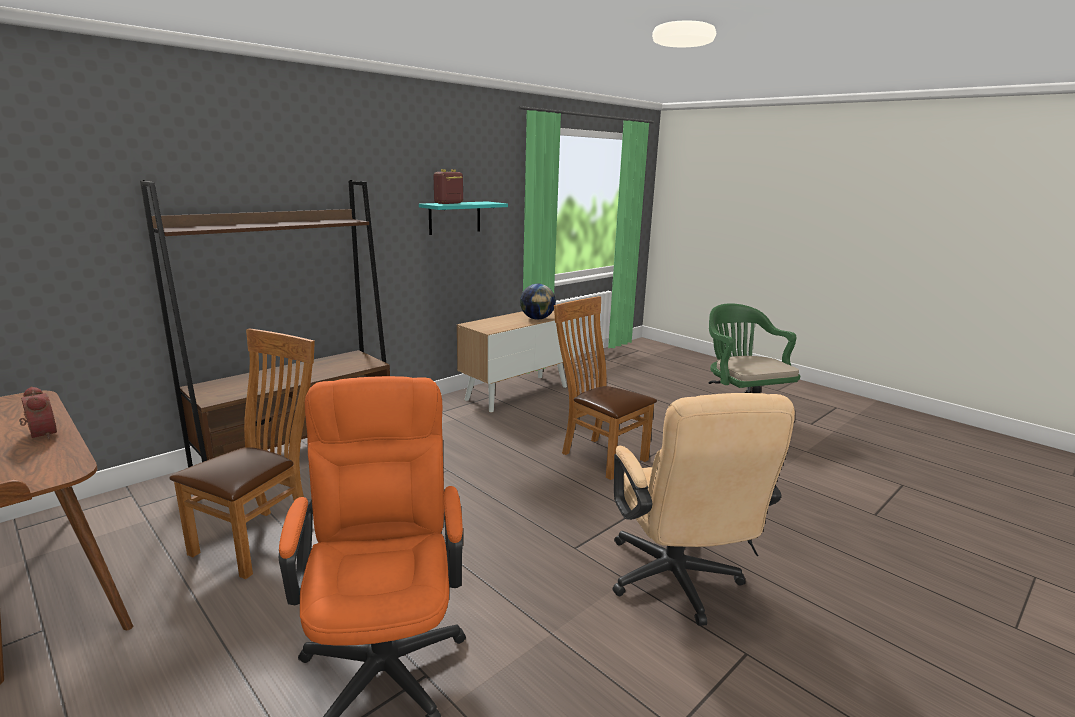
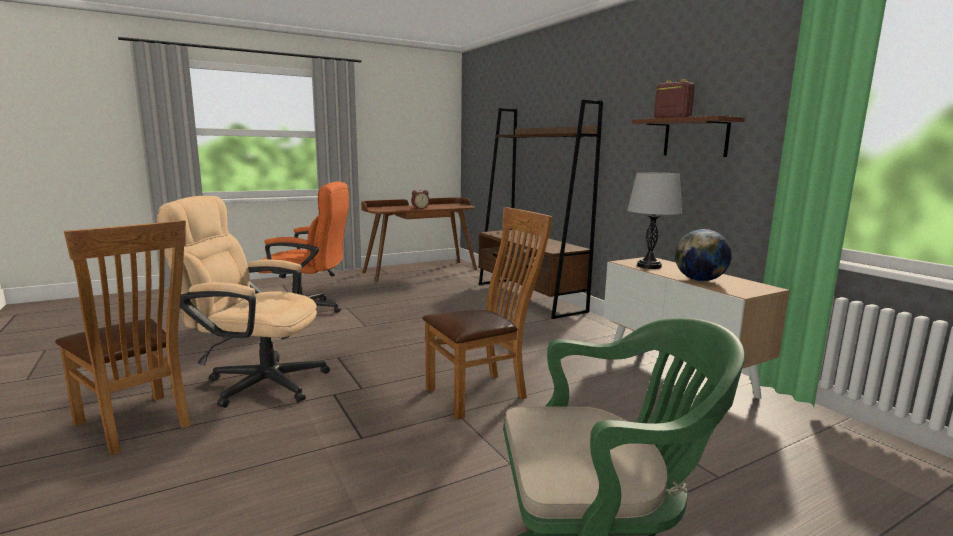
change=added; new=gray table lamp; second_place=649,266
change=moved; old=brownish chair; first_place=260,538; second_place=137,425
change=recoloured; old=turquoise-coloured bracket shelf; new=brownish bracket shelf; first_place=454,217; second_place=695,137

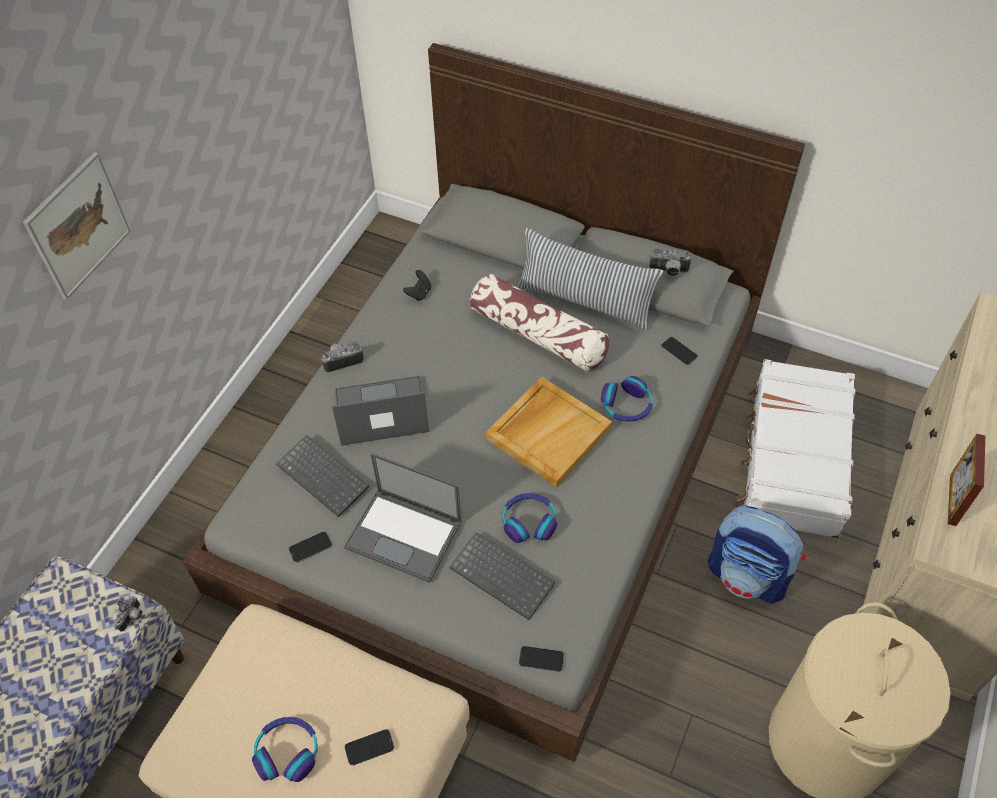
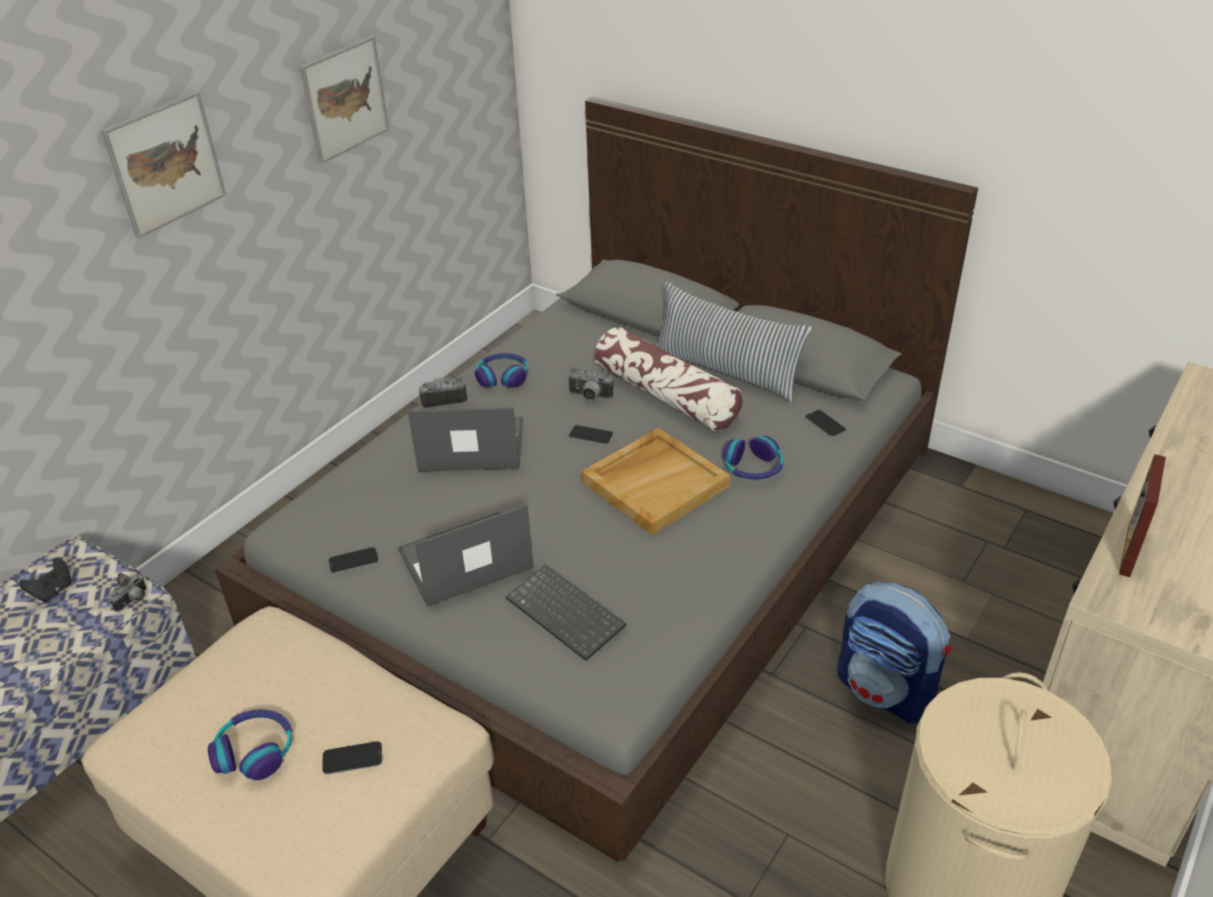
change=removed; old=PC keyboard; first_place=325,476
change=removed; old=whitish travel case; first_place=793,458
change=added; new=picture; second_place=345,99
change=moved; old=black gamepad; first_place=419,293; second_place=53,591
change=moved; old=pair of headphones; first_place=529,522; second_place=503,377
change=moved; old=phone; first_place=541,659; second_place=590,436
change=moved; old=photo camera; first_place=669,272; second_place=589,397
change=turned; old=portable computer; first_place=405,534; second_place=464,560; degrees=120

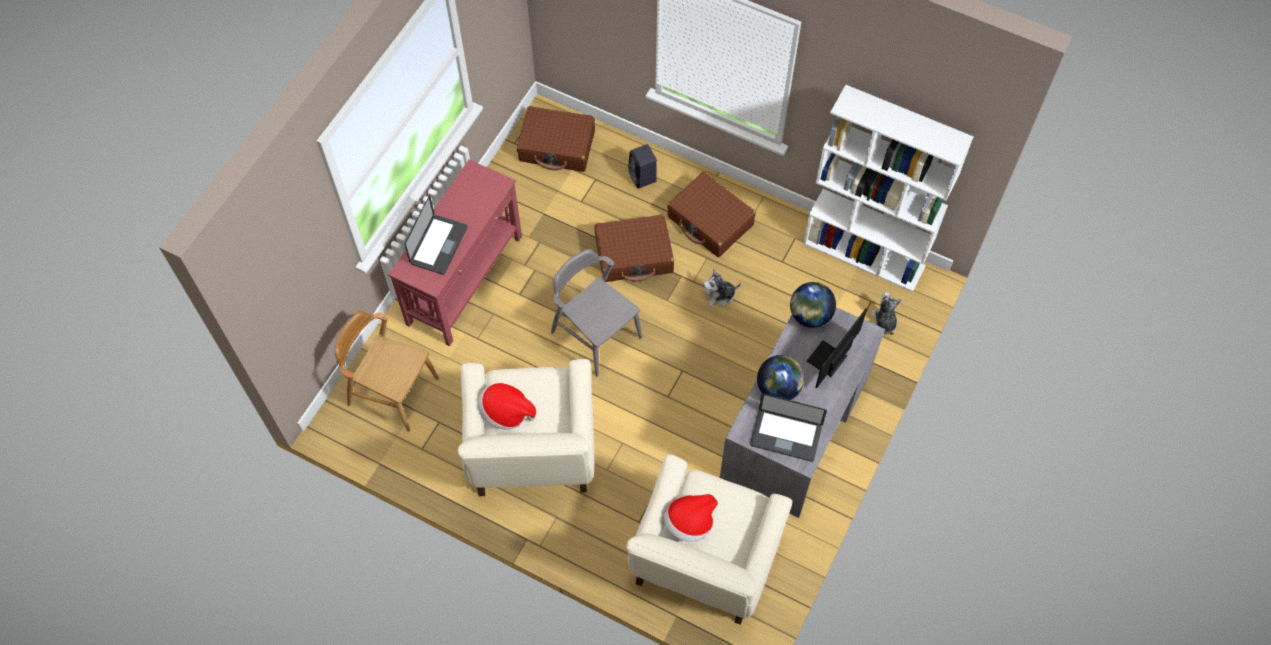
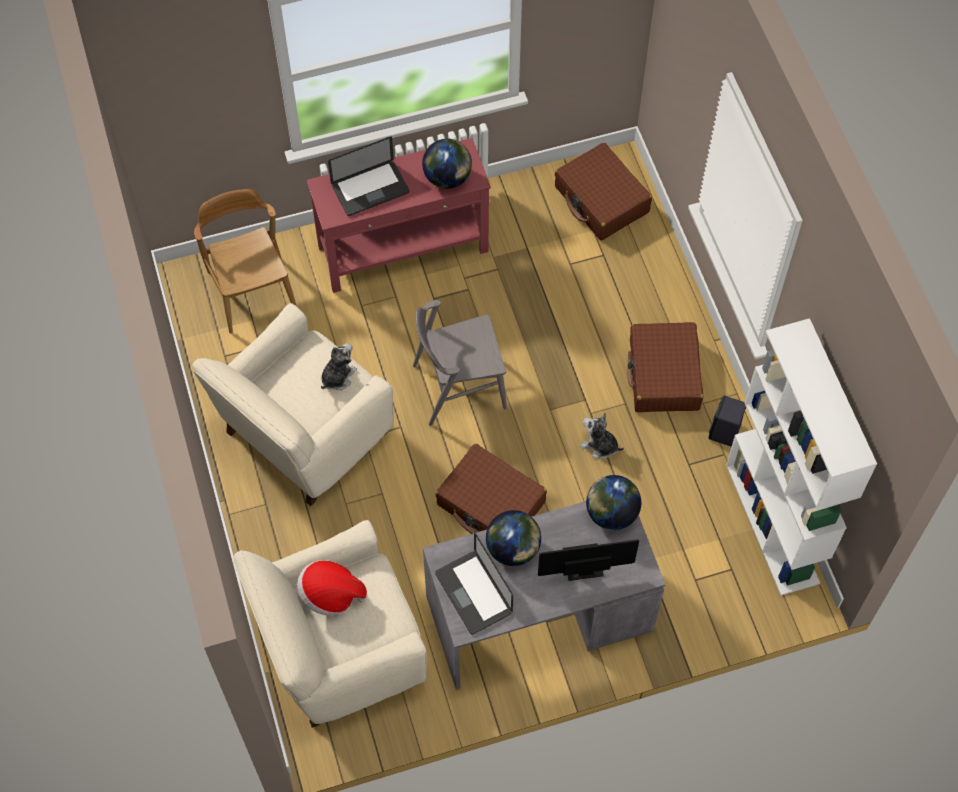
change=removed; old=hat; first_place=506,412
change=added; new=desk globe; second_place=447,178
change=moved; old=brownish travel case; first_place=634,255; second_place=491,504
change=moved; old=black loudspeaker; first_place=643,177; second_place=724,432
change=moved; old=cuddly toy; first_place=884,322; second_place=337,376
change=turned; old=gray chair; first_place=596,334; second_place=458,386; degrees=-105

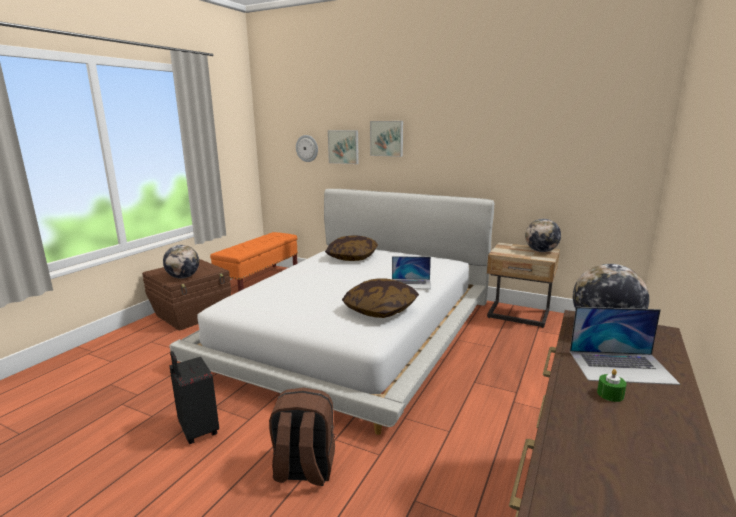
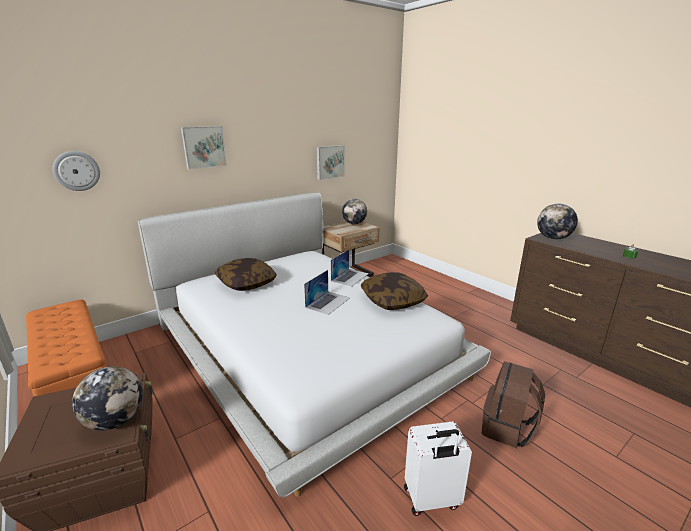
change=moved; old=picture; first_place=344,146; second_place=329,162
change=moved; old=portable computer; first_place=621,367; second_place=328,302
change=recoloured; old=black travel case; new=whitish travel case; first_place=197,431; second_place=431,499

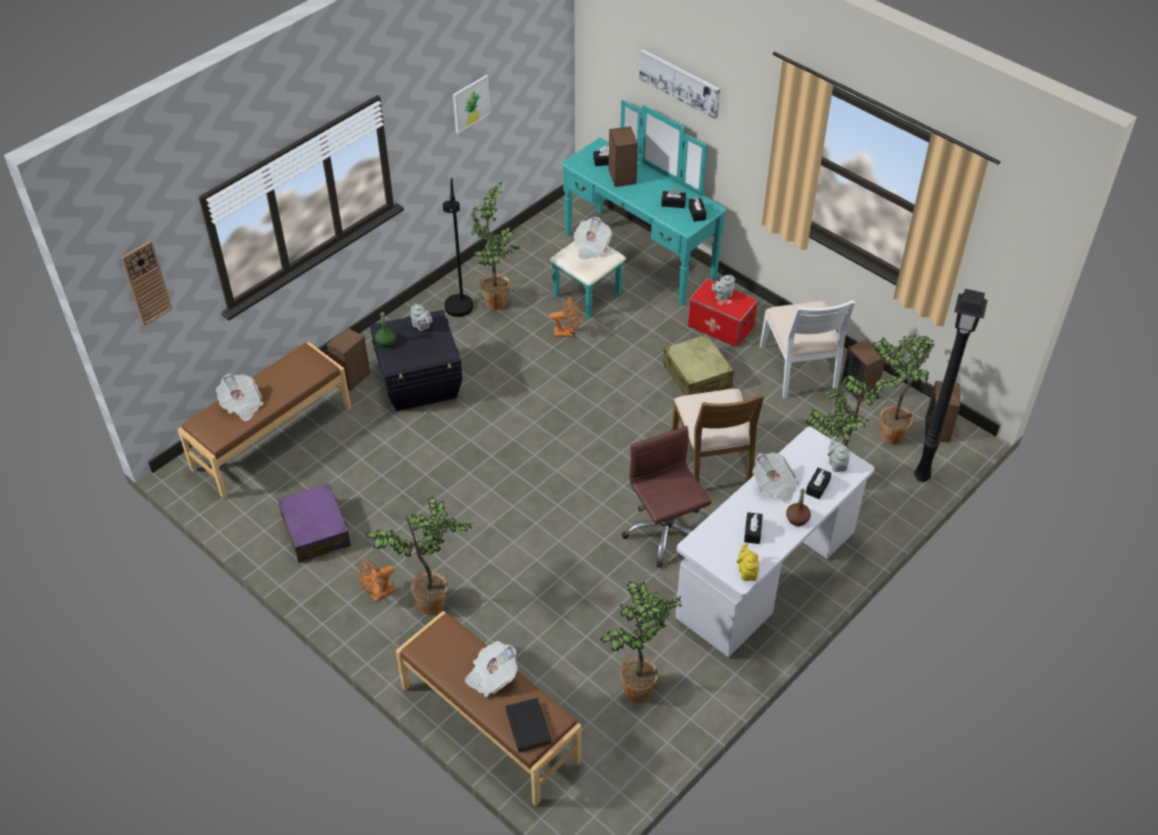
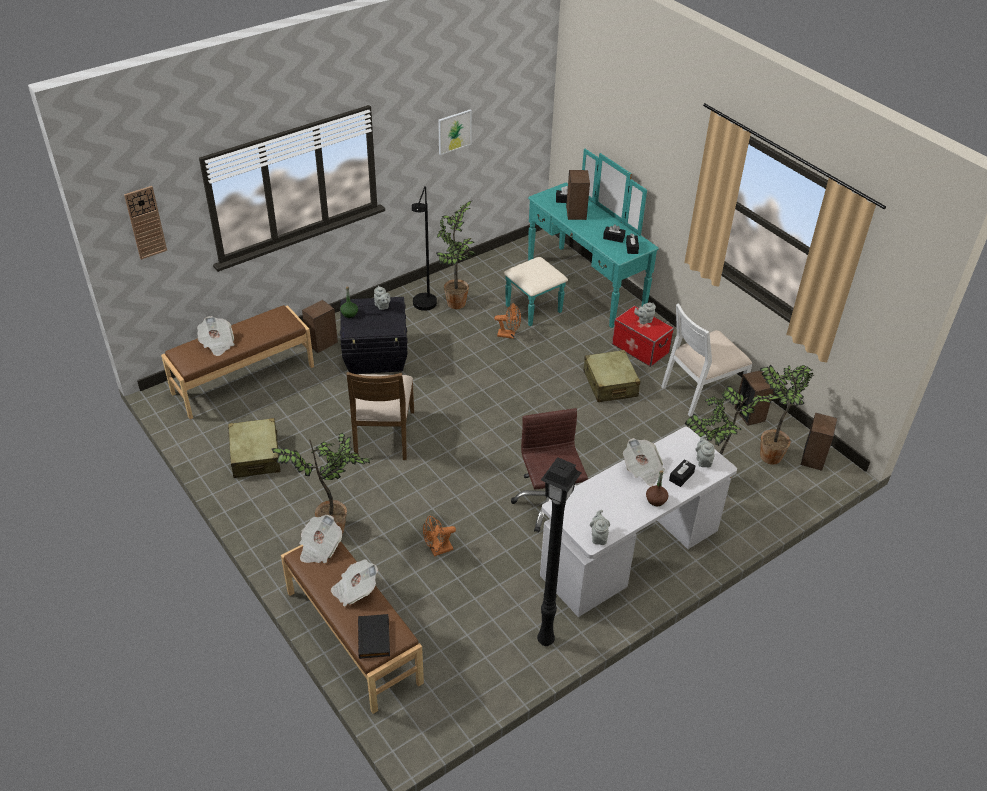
change=removed; old=plant in a pot; first_place=639,686
change=removed; old=picture; first_place=680,82
change=removed; old=black tissue box; first_place=752,532
change=moved; old=orange electric fan; first_place=378,594; second_place=438,550
change=moved; old=newspaper; first_place=591,247; second_place=319,548
change=moved; old=brownish chair; first_place=712,459; second_place=383,435
change=moved; old=black standing lamp; first_place=920,477; second_place=544,640
change=recoloured; old=purplish travel case; new=beige travel case; first_place=316,530; second_place=255,455
change=recoloured; old=yellow-coloured teapot; new=gray teapot; first_place=747,572; second_place=598,537
change=turned; old=whitish chair; first_place=800,368; second_place=701,391; degrees=60

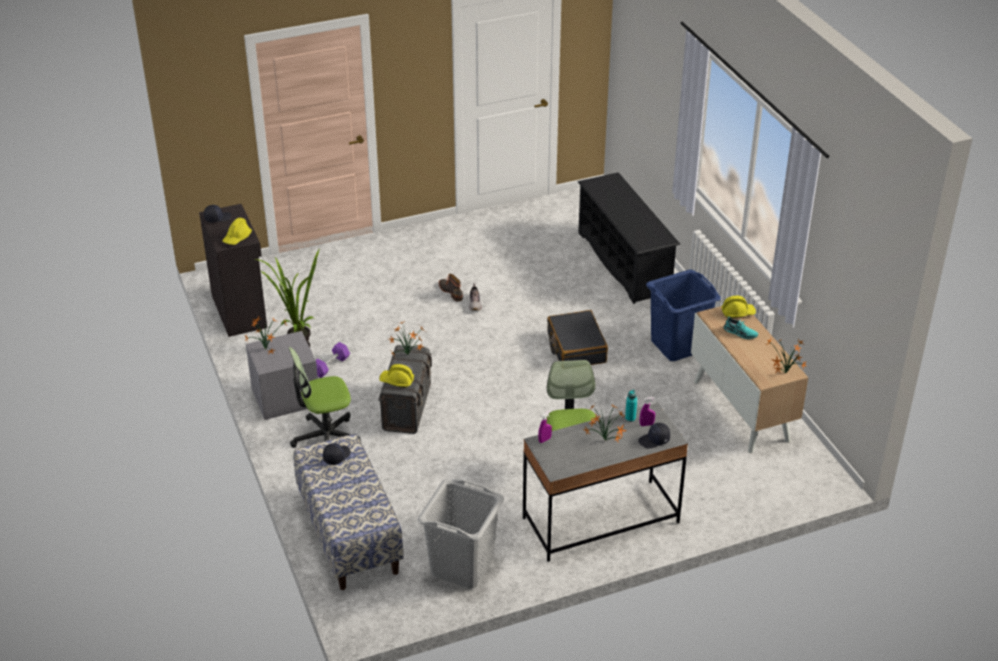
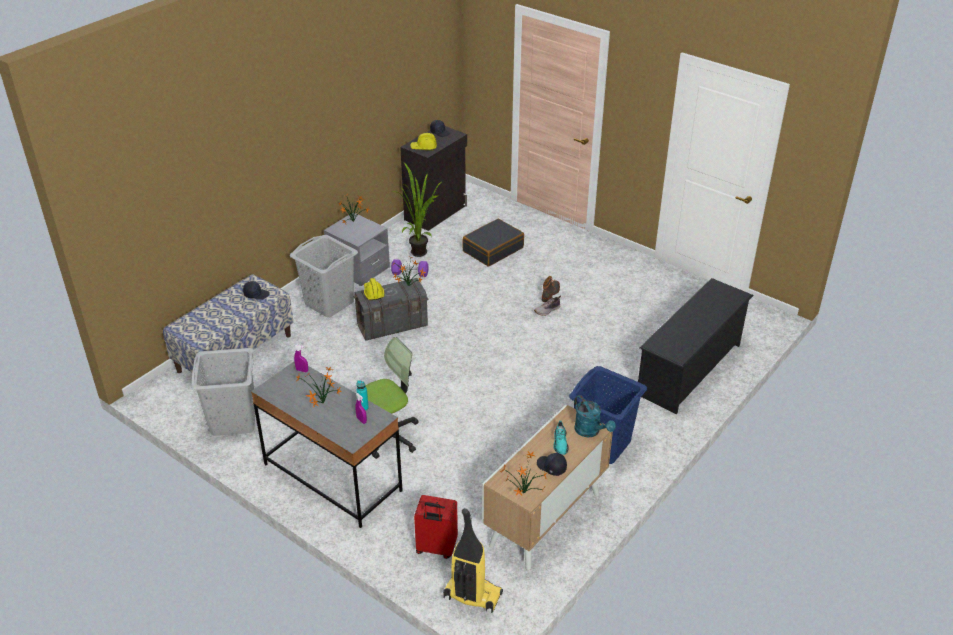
change=added; new=reddish travel case; second_place=436,548
change=added; new=vacuum cleaner; second_place=471,596
change=moved; old=black travel case; first_place=576,348; second_place=493,249
change=moved; old=black baseball cap; first_place=654,440; second_place=551,467
change=replaced; old=computer chair; new=gray washing basket; first_place=326,438; second_place=329,303
change=replaced; old=yellow-coloured safety helmet; new=turquoise-coloured watering can; first_place=737,313; second_place=590,431

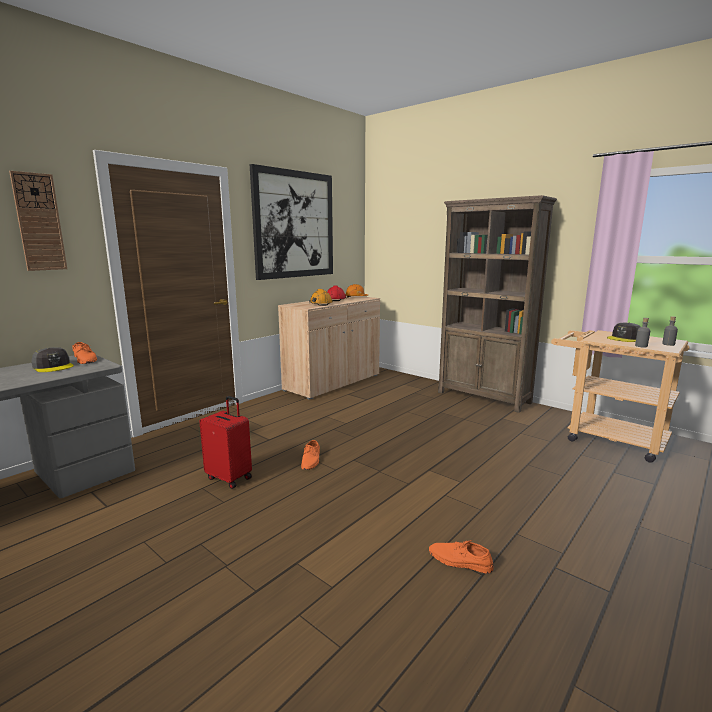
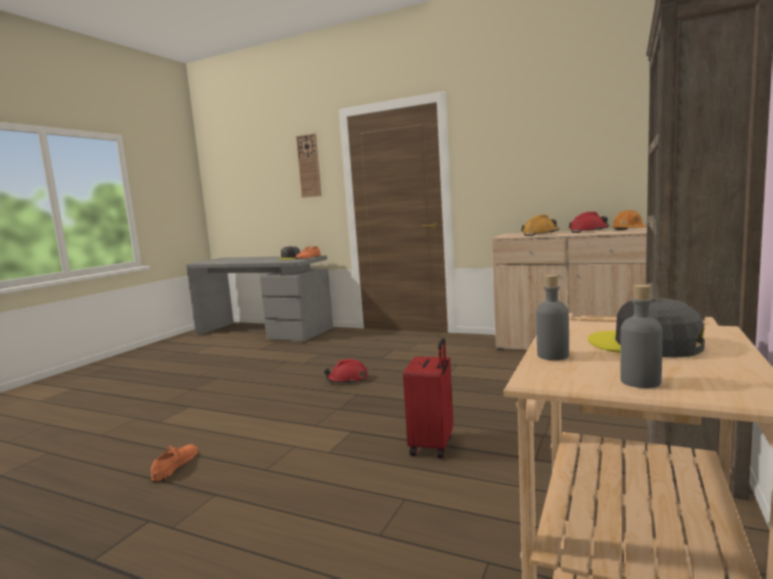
change=removed; old=picture; first_place=294,225
change=moved; old=reddish travel case; first_place=230,478; second_place=433,445
change=replaced; old=orange low shoe; new=reddish safety helmet; first_place=311,460; second_place=347,379

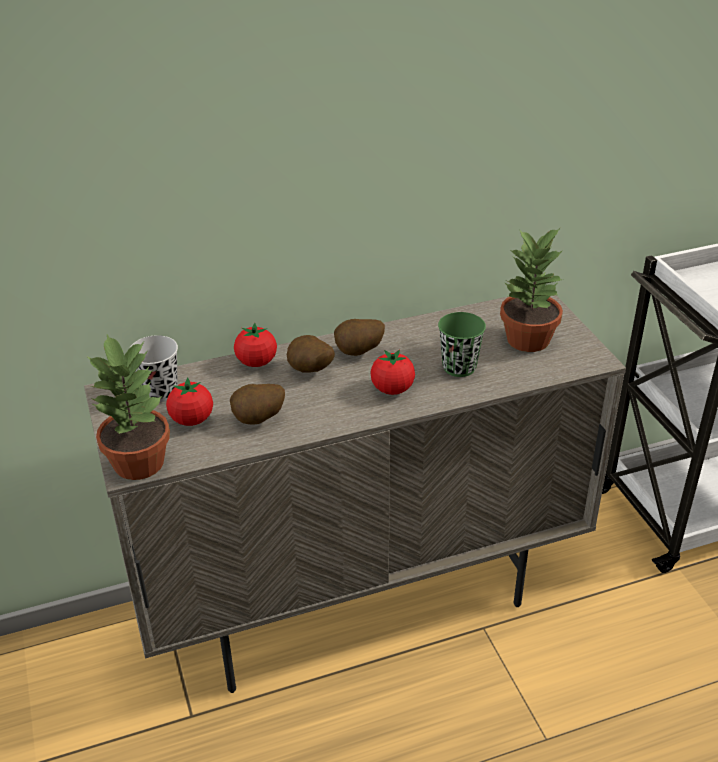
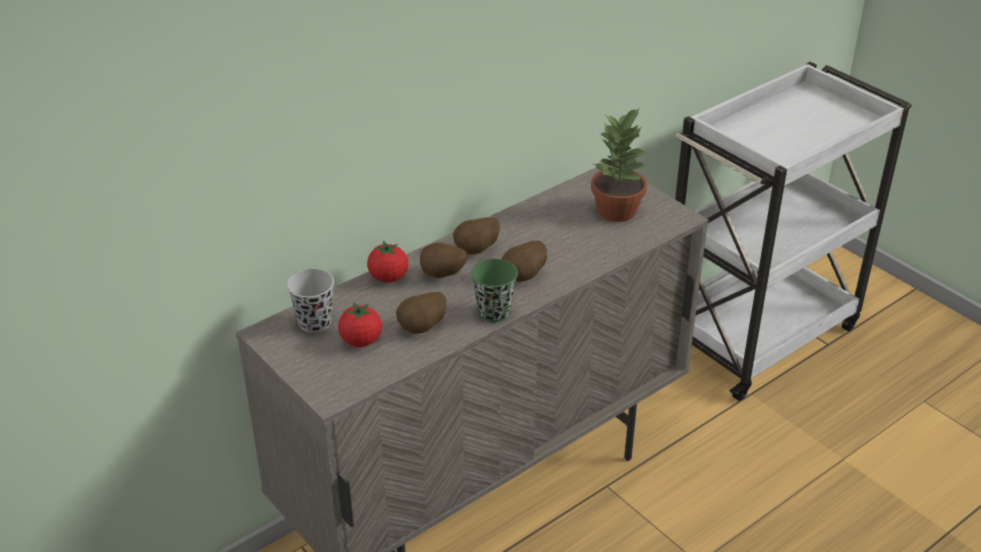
change=removed; old=plant in a pot; first_place=140,462
change=moved; old=greenish small cup; first_place=459,367; second_place=494,312
change=replaced; old=tomato; new=spud; first_place=392,389; second_place=524,277

